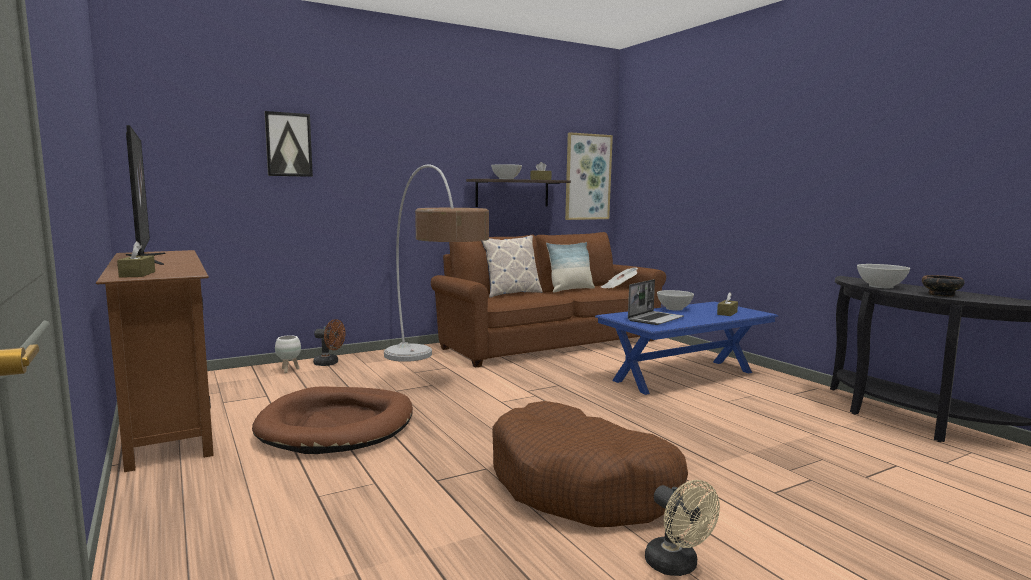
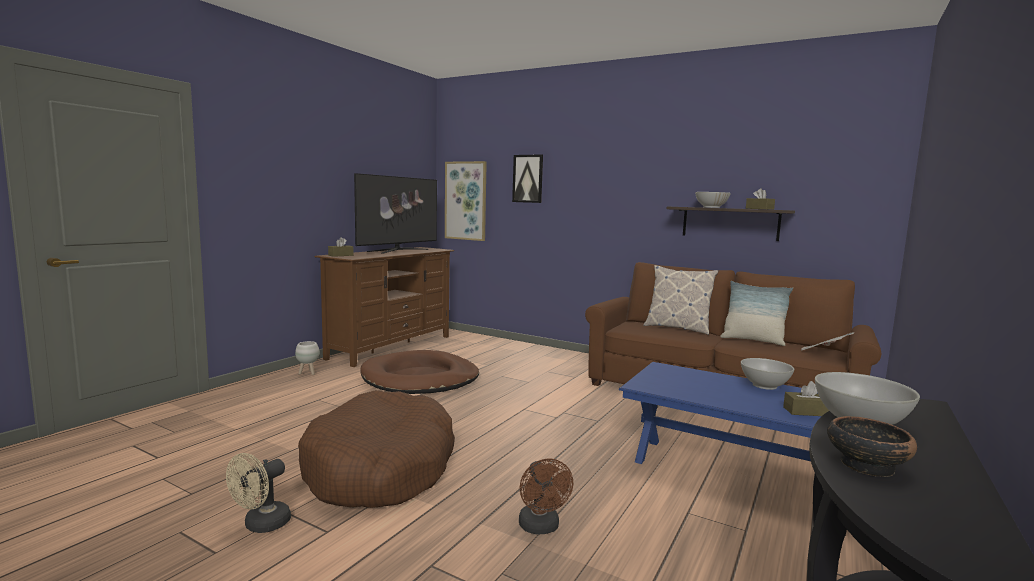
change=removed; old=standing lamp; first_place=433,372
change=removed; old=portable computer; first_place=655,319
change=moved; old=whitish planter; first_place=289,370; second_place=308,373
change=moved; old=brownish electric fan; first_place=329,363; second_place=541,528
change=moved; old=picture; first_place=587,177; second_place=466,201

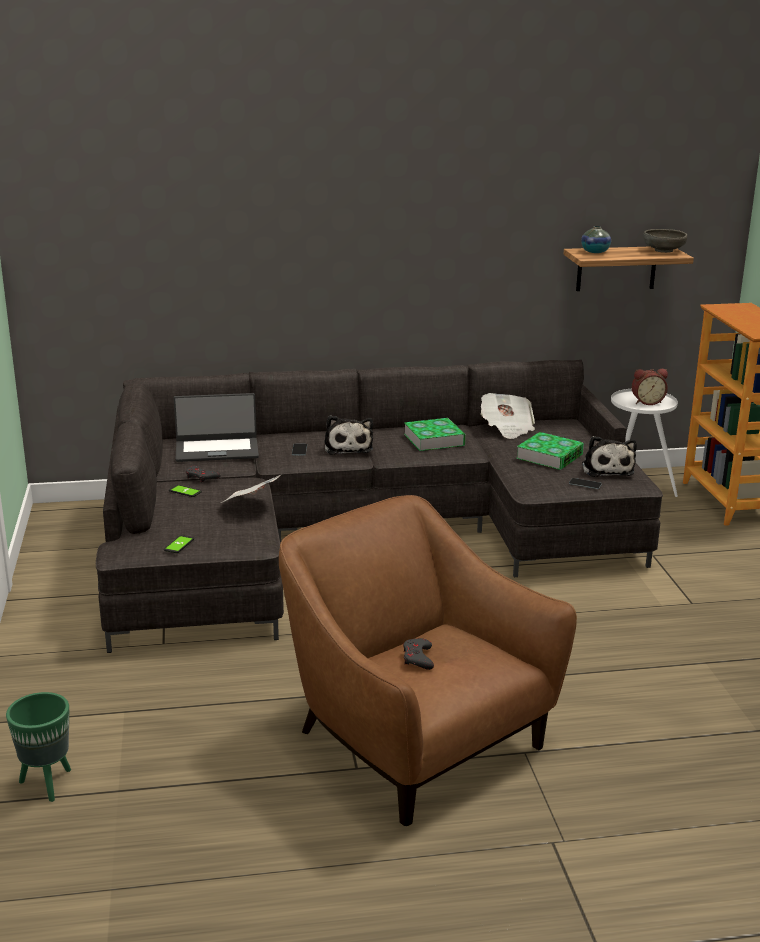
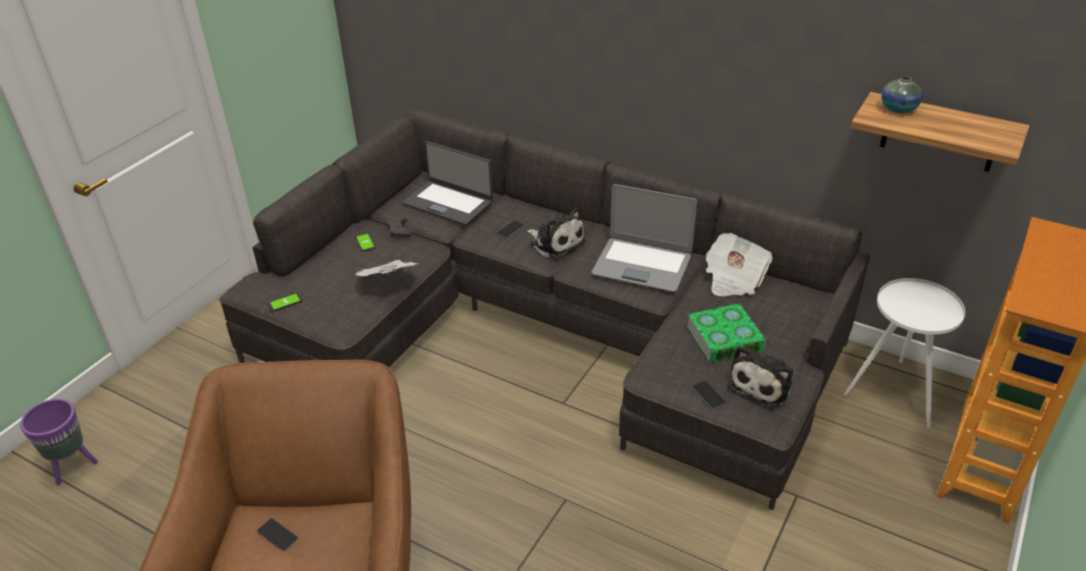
change=removed; old=table clock; first_place=647,402
change=removed; old=gray serving bowl; first_place=663,250
change=replaced; old=gray gamepad; new=phone; first_place=418,658; second_place=277,535
change=replaced; old=bound book; new=portable computer; first_place=434,439; second_place=642,265
change=recoloured; old=greenish planter; new=purplish planter; first_place=47,784; second_place=72,467
change=turned; old=cuddly toy; first_place=348,447; second_place=555,242; degrees=-75

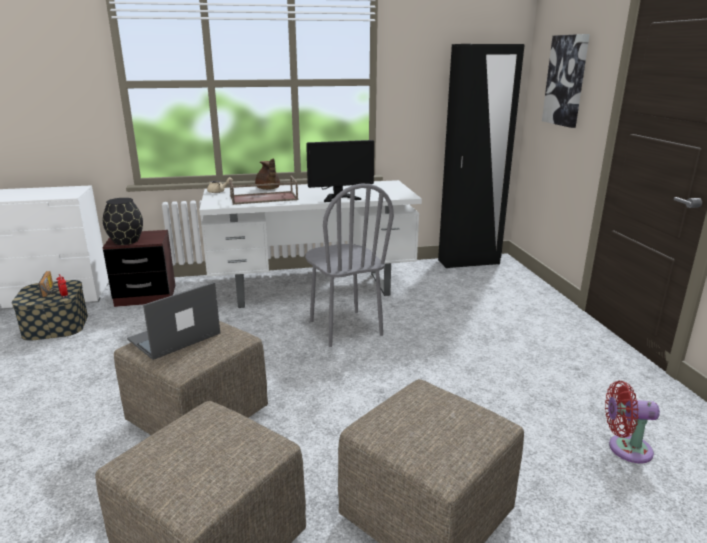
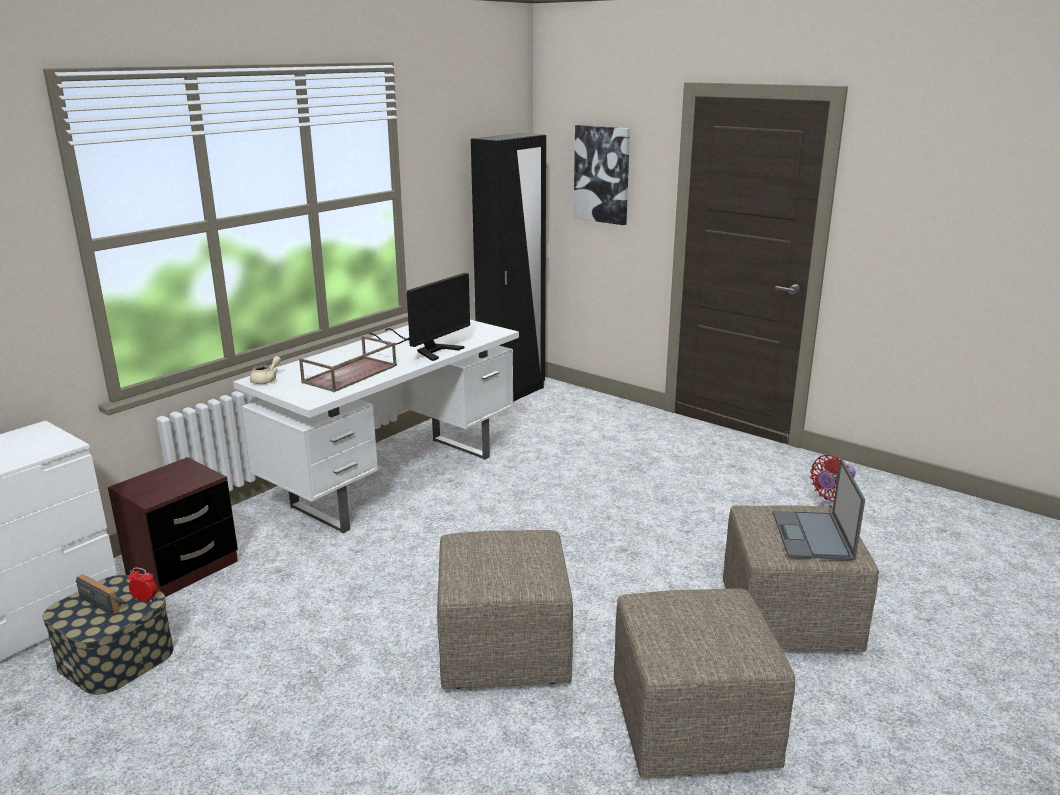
change=removed; old=black decorative vase; first_place=125,241
change=removed; old=brownish teapot; first_place=268,189
change=removed; old=gray chair; first_place=345,328
change=moved; old=portable computer; first_place=173,337; second_place=813,536

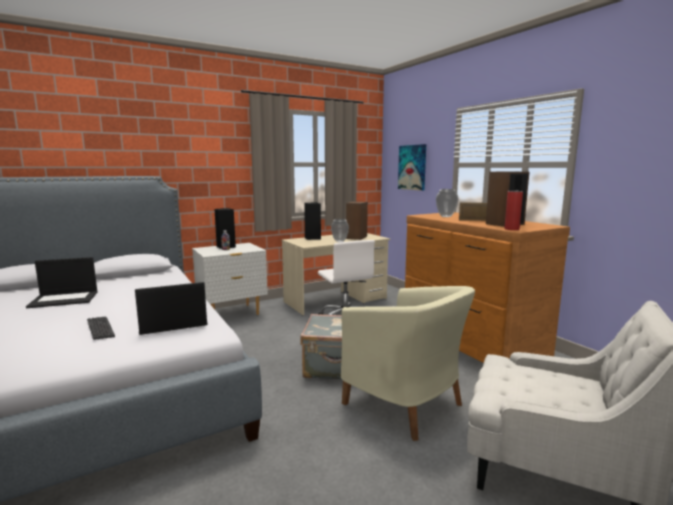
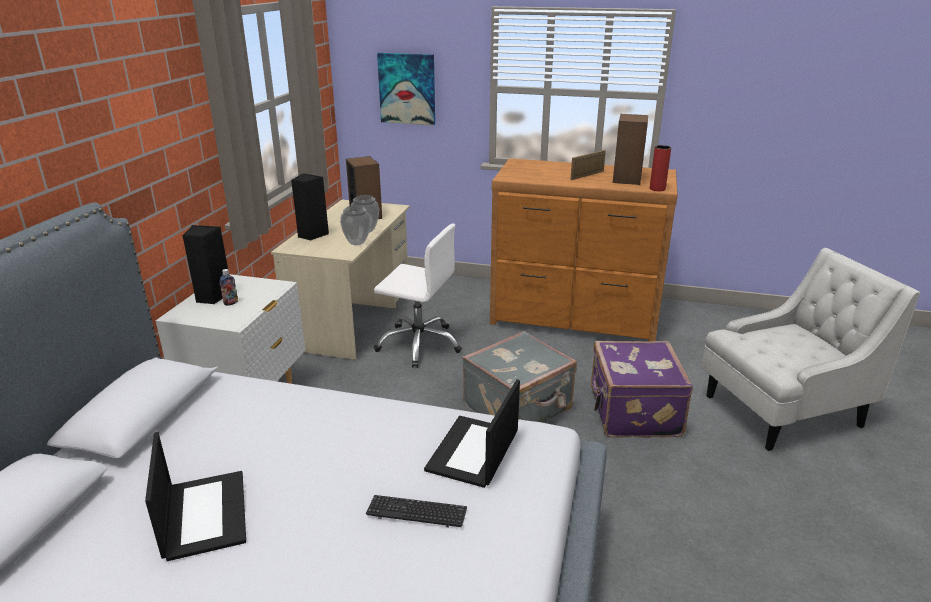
change=moved; old=decorative vase; first_place=446,216; second_place=357,243
change=replaced; old=beige easy chair; new=purplish travel case; first_place=406,404; second_place=632,413
change=turned; old=portable computer; first_place=65,299; second_place=204,514; degrees=-45

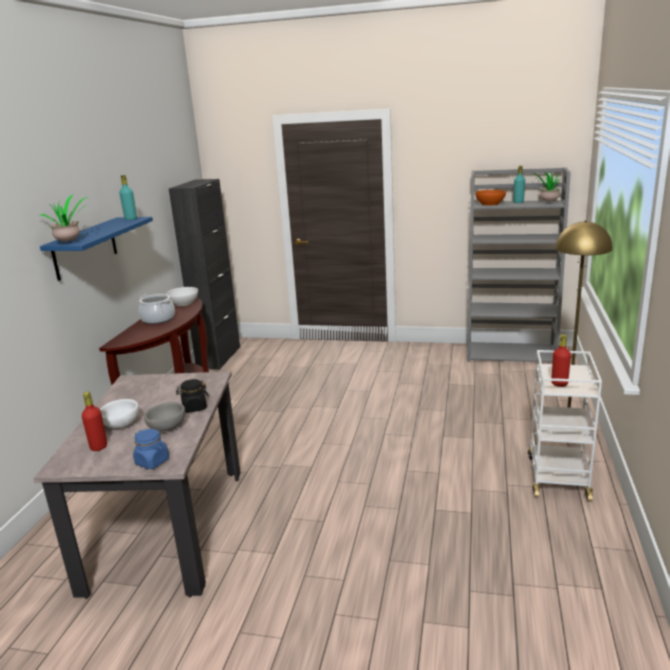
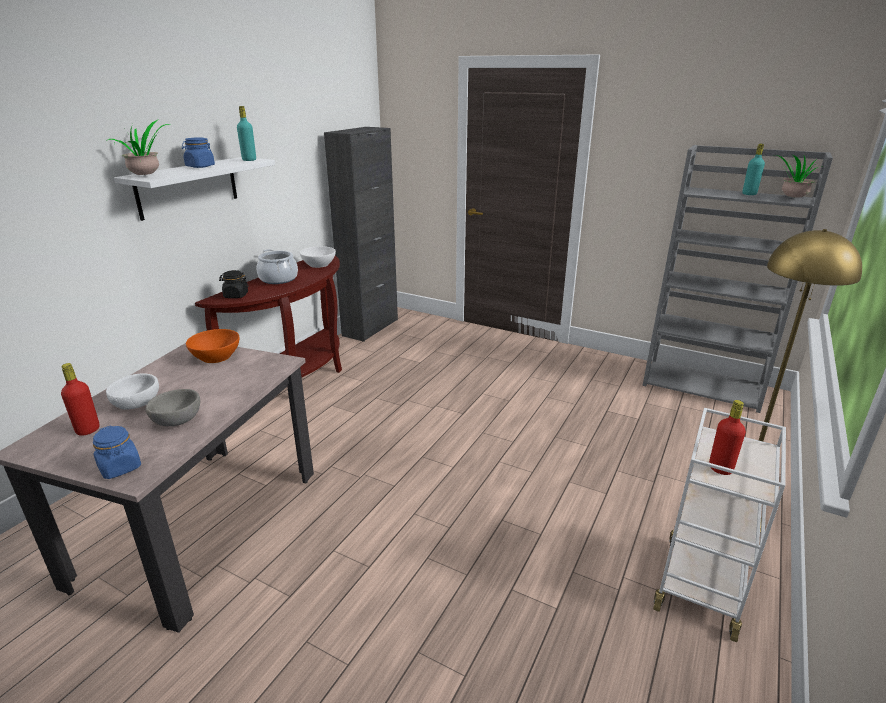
change=added; new=blue preserve jar; second_place=200,166
change=moved; old=black preserve jar; first_place=194,407; second_place=236,295
change=moved; old=orange serving bowl; first_place=490,204; second_place=216,356
change=recoloured; old=blue bracket shelf; new=whitish bracket shelf; first_place=85,248; second_place=188,187

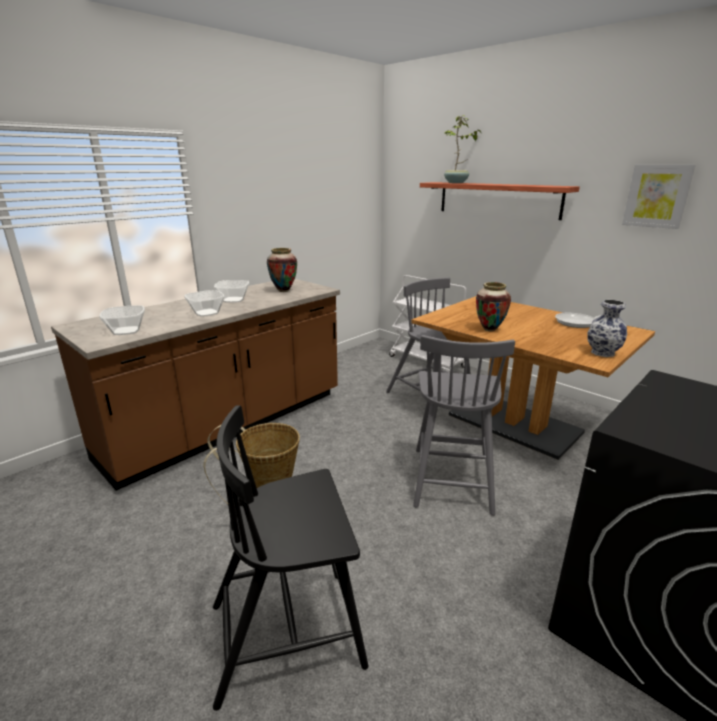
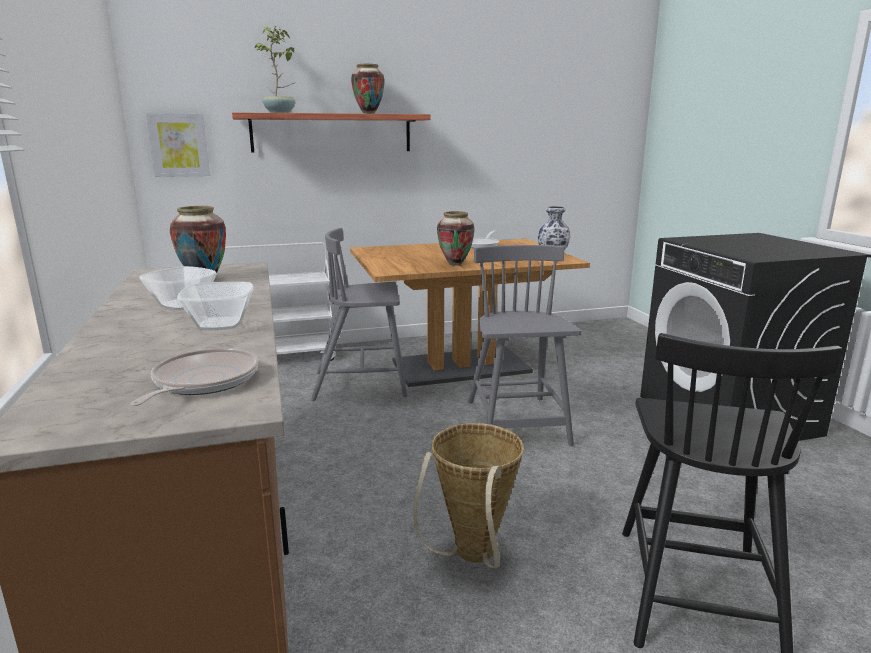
change=added; new=decorative vase; second_place=369,113
change=moved; old=picture; first_place=657,196; second_place=179,145
change=replaced; old=serving bowl; new=skillet; first_place=126,331; second_place=202,382
change=turned; old=gray chair; first_place=452,478; second_place=516,423; degrees=-135

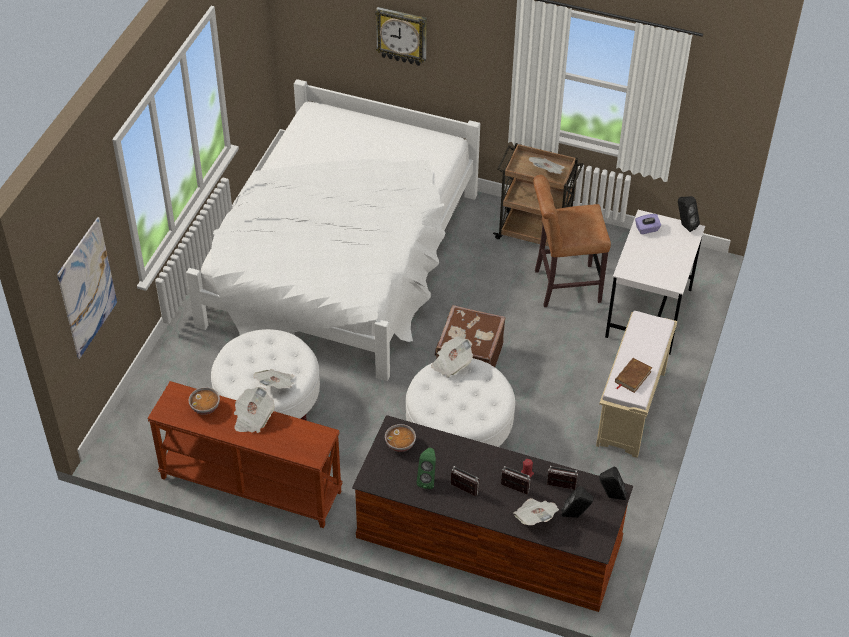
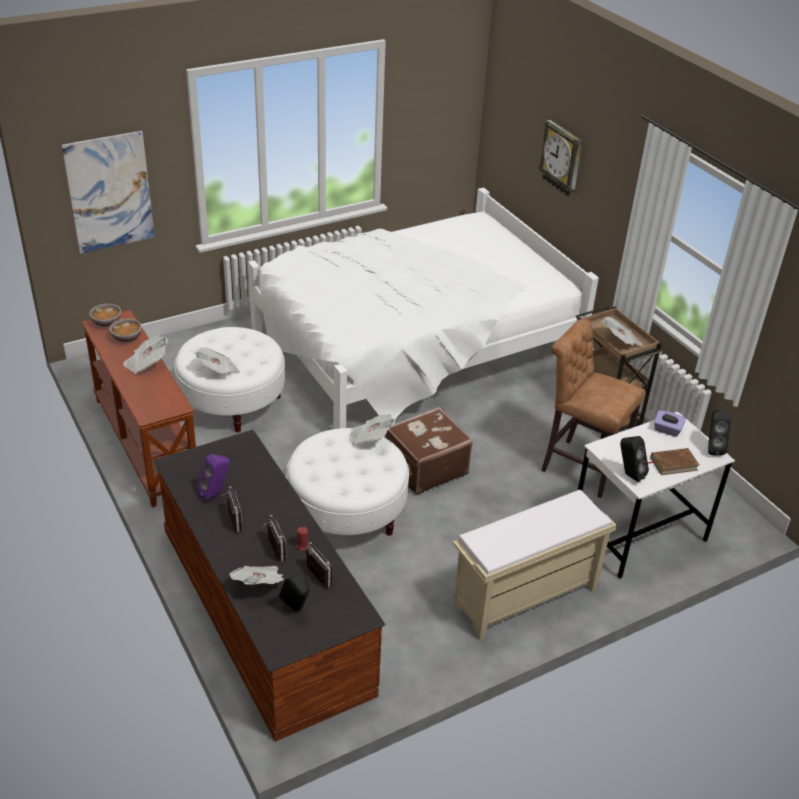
change=moved; old=serving bowl; first_place=400,444; second_place=106,323
change=moved; old=black loudspeaker; first_place=611,496; second_place=629,475
change=moved; old=brownish bound book; first_place=632,377; second_place=673,463
change=recoloured; old=greenish loudspeaker; new=purplish loudspeaker; first_place=427,479; second_place=216,493

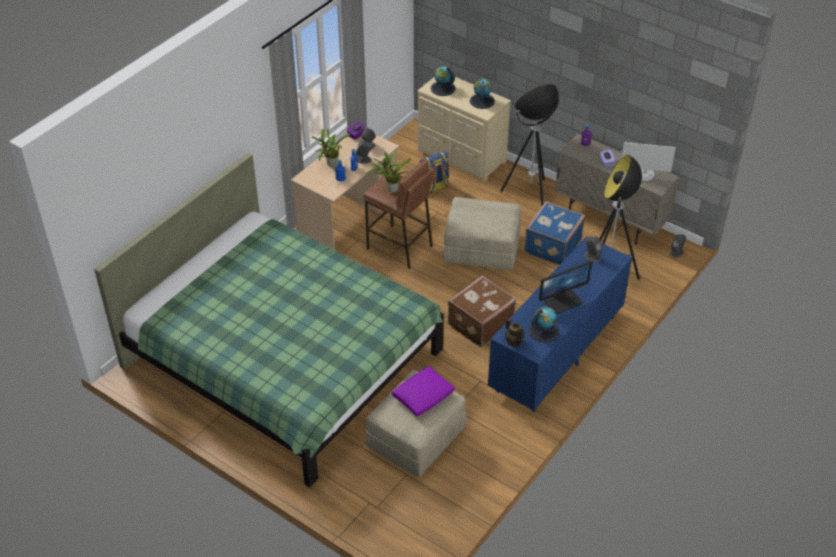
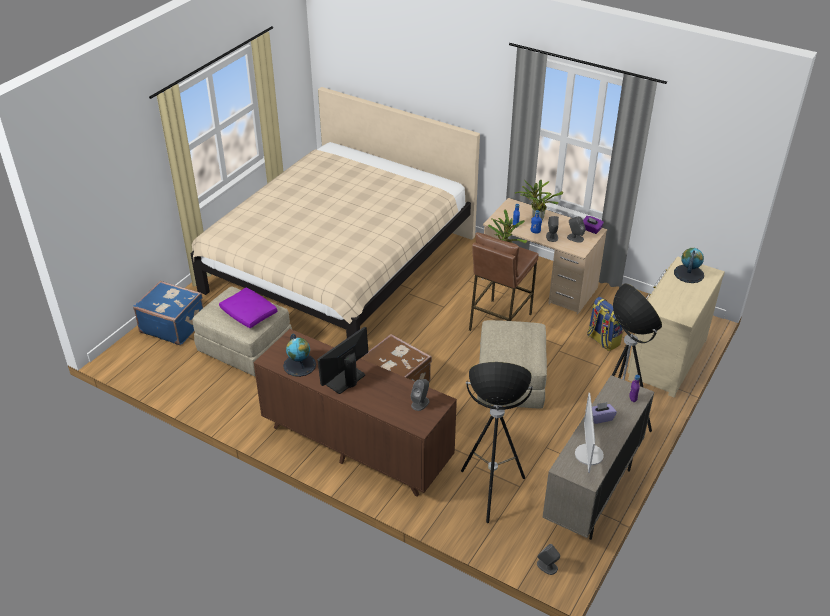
change=removed; old=desk globe; first_place=482,101
change=removed; old=teapot; first_place=514,341
change=moved; old=blue travel case; first_place=551,246; second_place=173,326
change=recoloured; old=greenish bed; new=beige bed; first_place=283,359; second_place=339,264
change=recoloured; old=blue drawer chest; new=brownish drawer chest; first_place=556,354; second_place=356,445
change=turned; old=computer screen; first_place=563,301; second_place=344,379; degrees=75

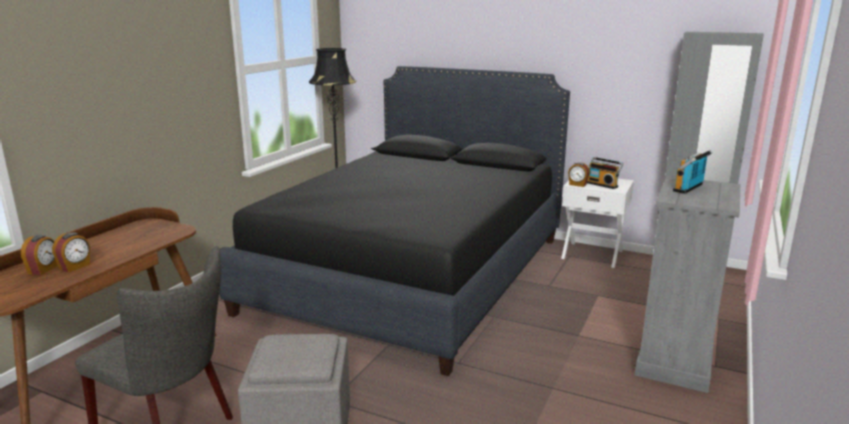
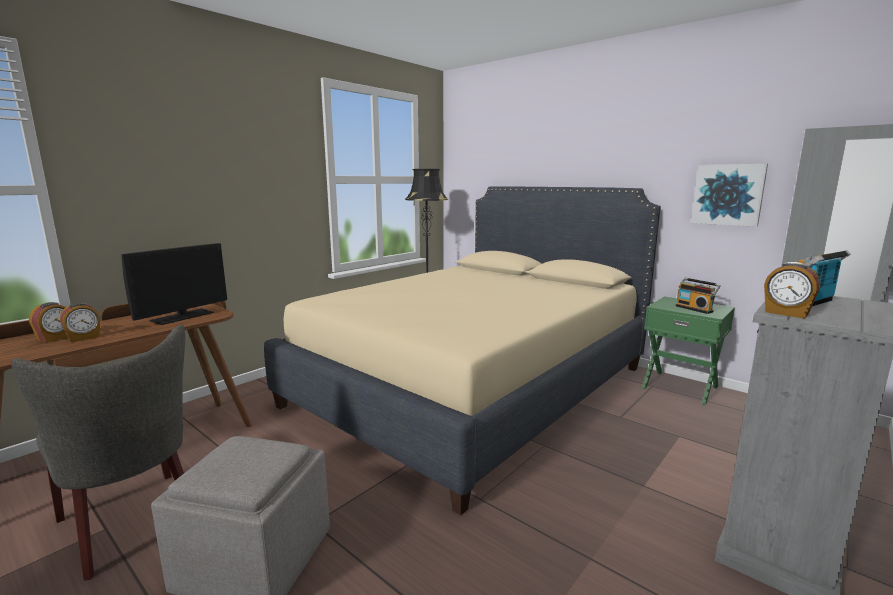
change=added; new=computer screen; second_place=182,316
change=added; new=picture; second_place=728,194
change=moved; old=table clock; first_place=577,184; second_place=786,313
change=recoloured; old=black bed; new=beige bed; first_place=413,273; second_place=474,386
change=recoloured; old=whitish nightstand; new=greenish nightstand; first_place=592,254; second_place=680,387

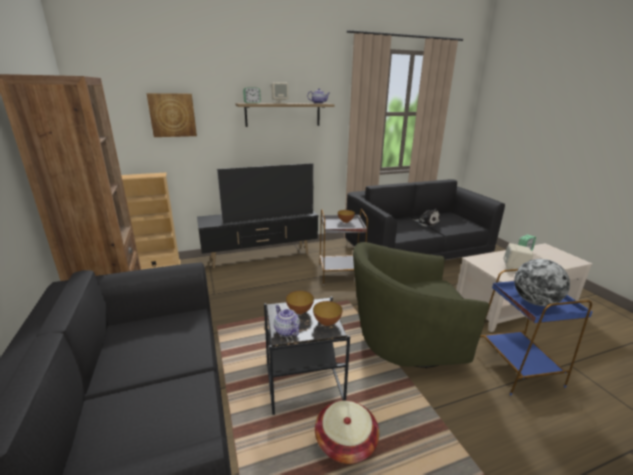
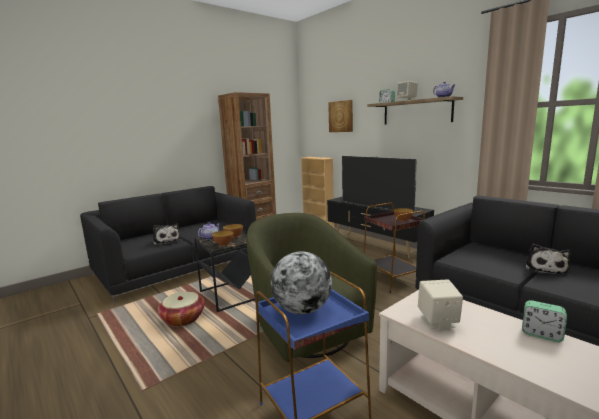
change=added; new=cuddly toy; second_place=166,241
change=recoloured; old=gray end table; new=brownish end table; first_place=341,274; second_place=393,279

